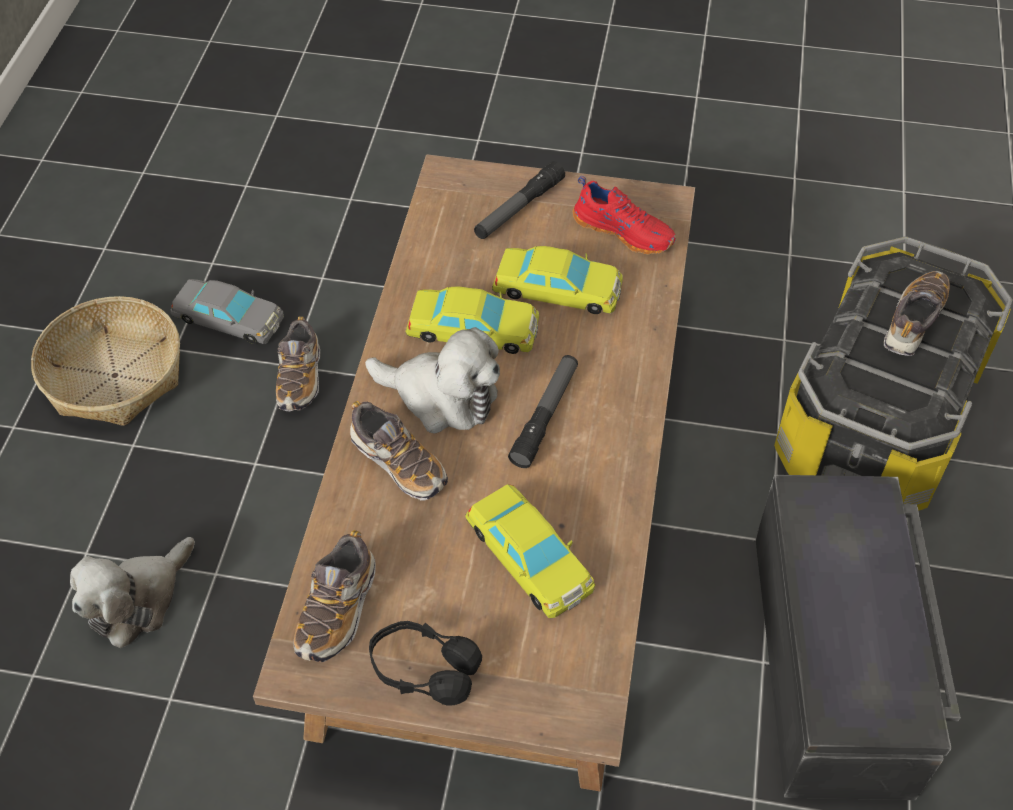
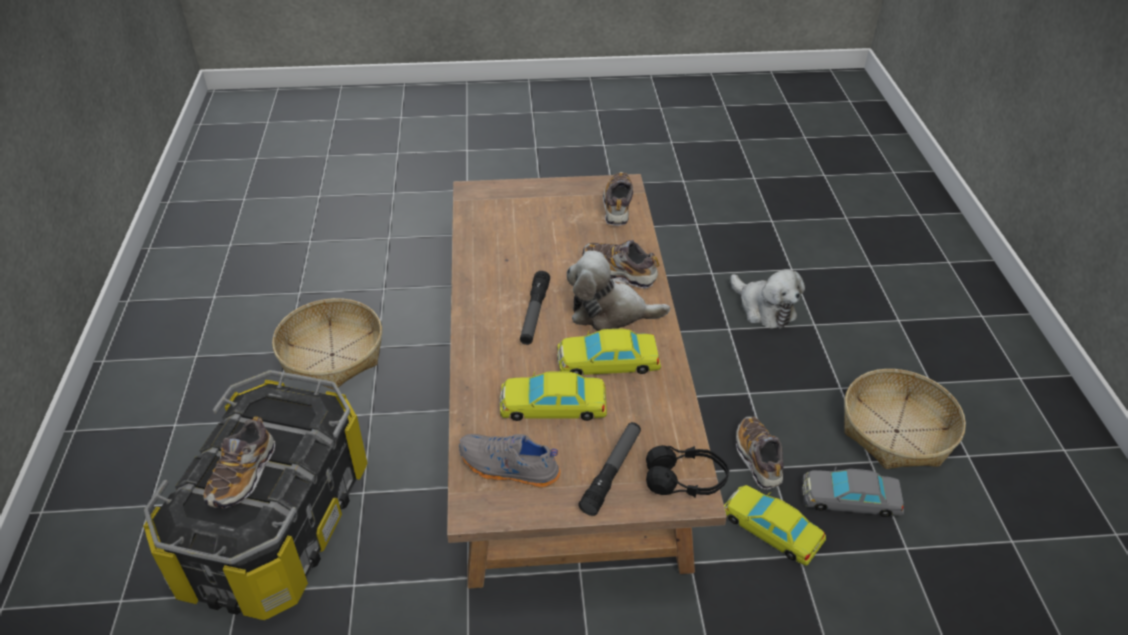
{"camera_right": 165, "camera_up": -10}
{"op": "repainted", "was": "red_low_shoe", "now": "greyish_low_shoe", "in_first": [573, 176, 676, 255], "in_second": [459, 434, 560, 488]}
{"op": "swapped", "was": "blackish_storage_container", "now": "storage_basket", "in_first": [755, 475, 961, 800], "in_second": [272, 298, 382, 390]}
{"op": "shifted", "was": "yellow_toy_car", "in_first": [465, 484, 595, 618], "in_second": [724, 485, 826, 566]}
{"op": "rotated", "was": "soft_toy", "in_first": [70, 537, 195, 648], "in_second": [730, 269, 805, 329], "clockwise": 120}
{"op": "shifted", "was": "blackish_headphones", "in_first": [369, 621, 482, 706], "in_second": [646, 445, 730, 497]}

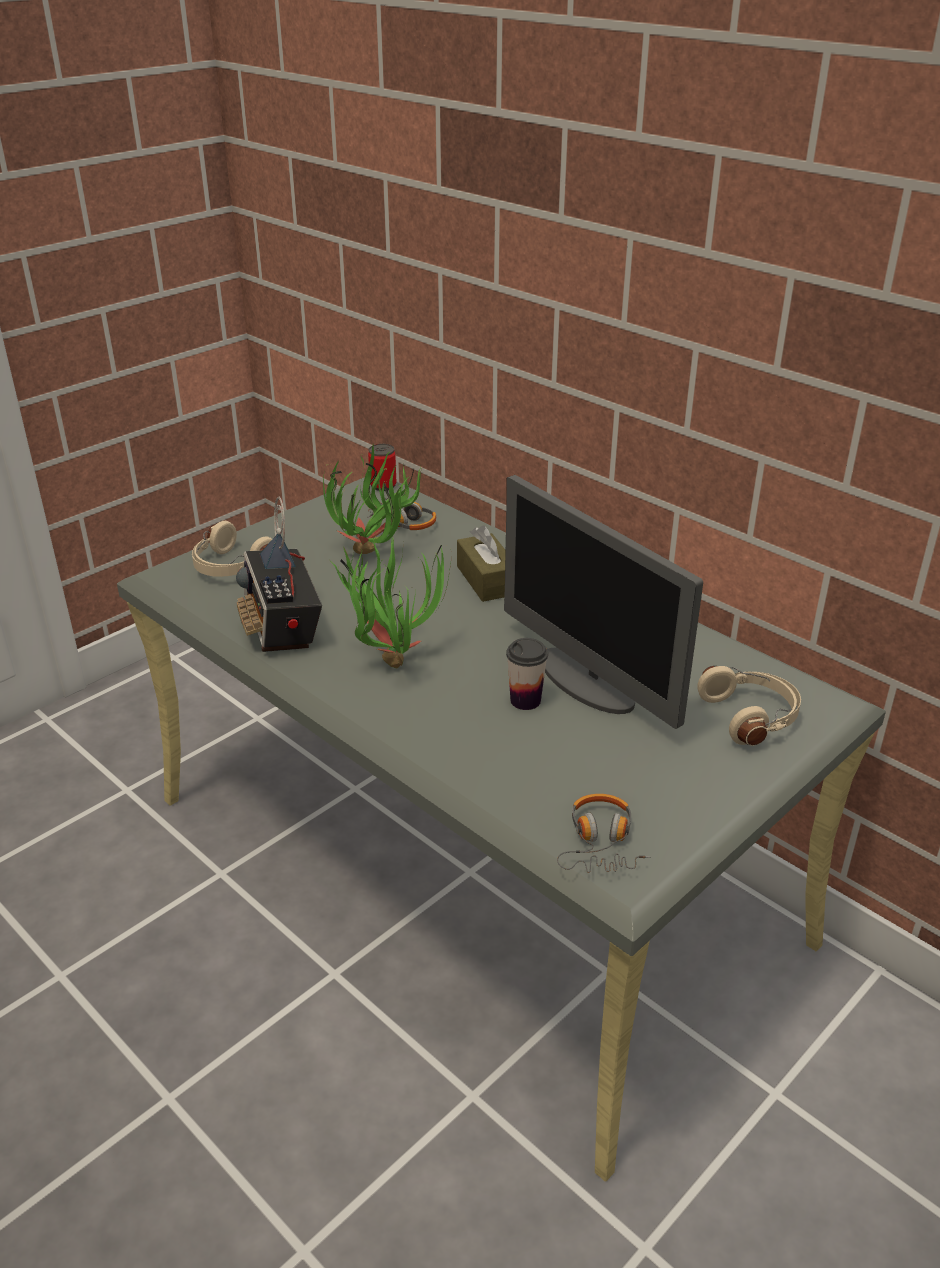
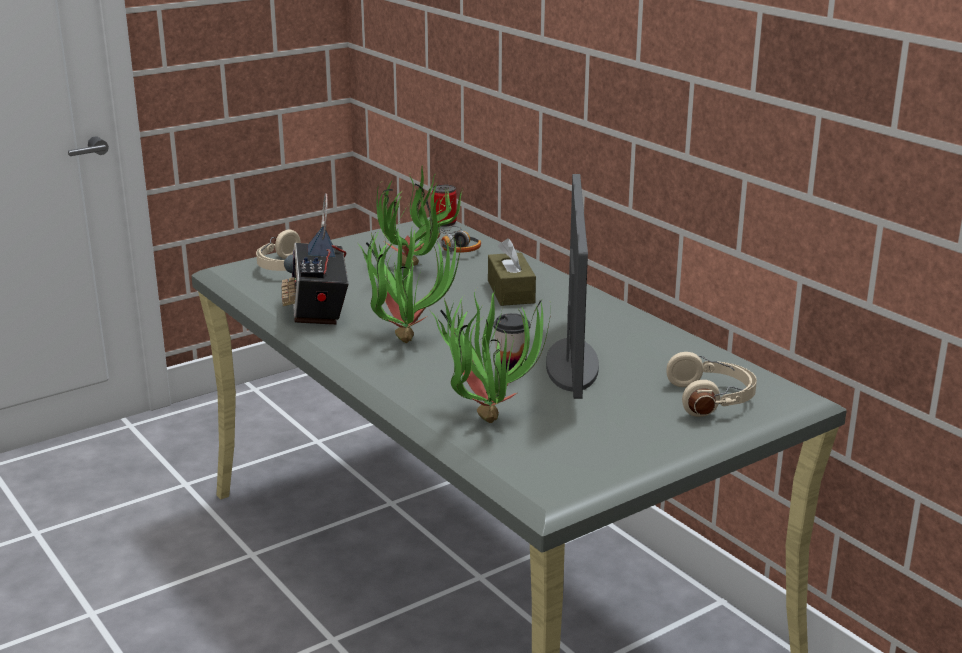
{"camera_right": 10, "camera_up": -10}
{"op": "rotated", "was": "computer_display", "in_first": [504, 475, 703, 729], "in_second": [546, 174, 599, 399], "clockwise": -150}
{"op": "gone", "was": "headphones", "in_first": [557, 794, 650, 873]}
{"op": "new", "now": "plant_in_a_pot", "in_second": [430, 288, 551, 423]}

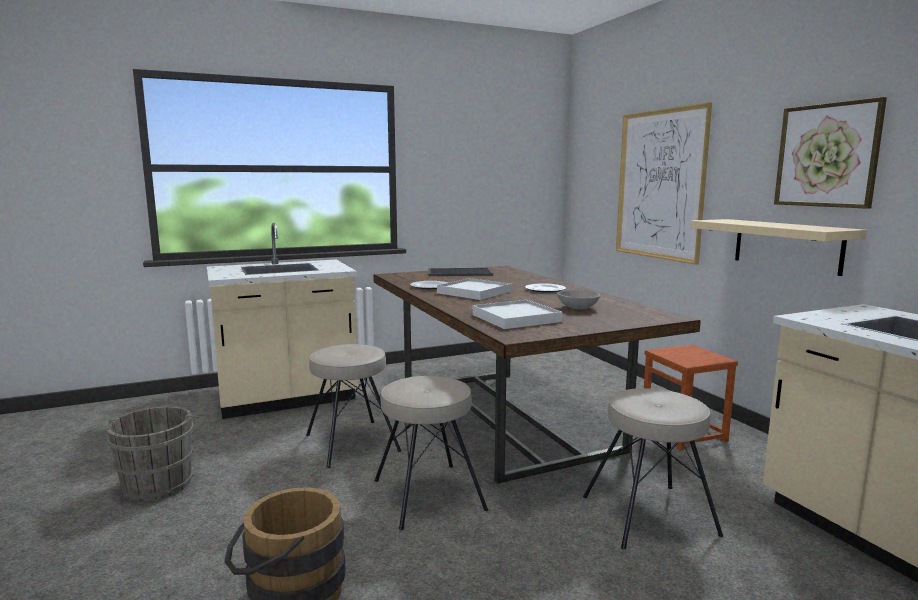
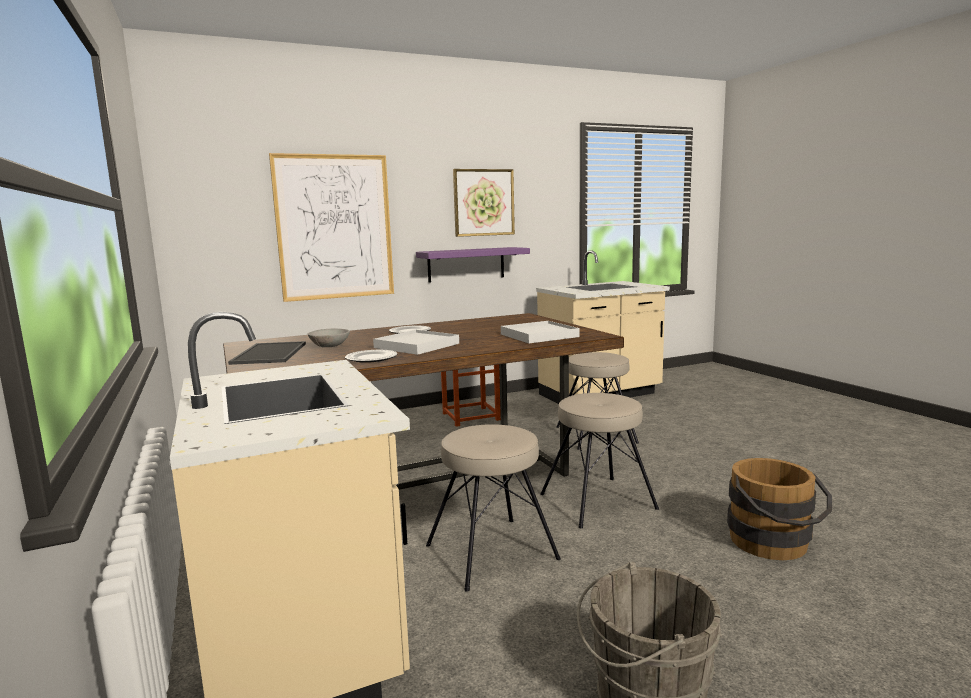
{"camera_right": -90, "camera_up": 0}
{"op": "repainted", "was": "beige_bracket_shelf", "now": "purplish_bracket_shelf", "in_first": [690, 219, 867, 276], "in_second": [416, 247, 530, 283]}
{"op": "shifted", "was": "greyish_serving_bowl", "in_first": [557, 290, 600, 310], "in_second": [308, 329, 350, 347]}

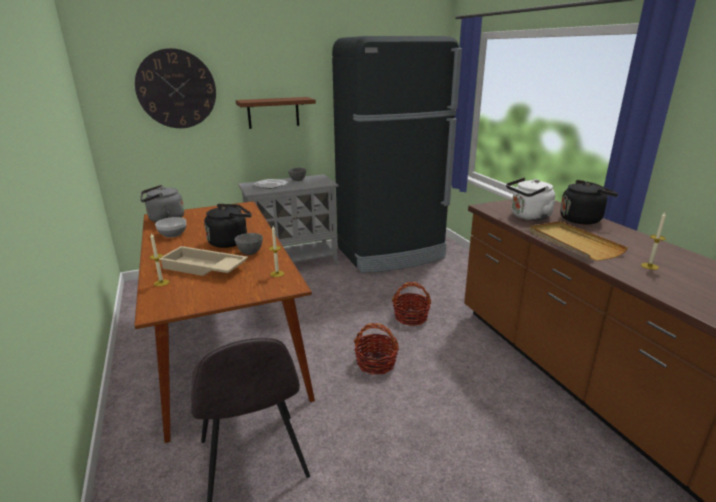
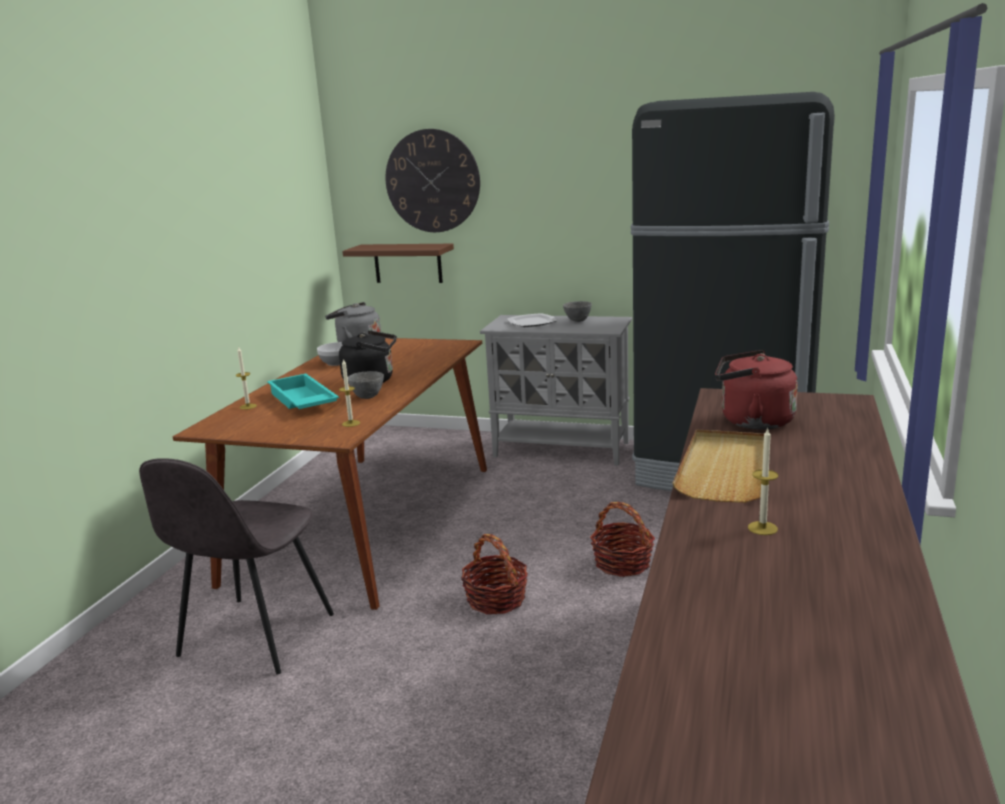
{"camera_right": 40, "camera_up": -5}
{"op": "shifted", "was": "brownish_bracket_shelf", "in_first": [236, 97, 316, 129], "in_second": [342, 244, 454, 283]}
{"op": "repainted", "was": "white-coloured_water_kettle", "now": "red_water_kettle", "in_first": [506, 177, 555, 221], "in_second": [715, 350, 798, 430]}
{"op": "gone", "was": "blackish_water_kettle", "in_first": [560, 180, 618, 224]}
{"op": "repainted", "was": "beige_carrying_tray", "now": "blue-green_carrying_tray", "in_first": [159, 246, 248, 276], "in_second": [267, 374, 339, 409]}

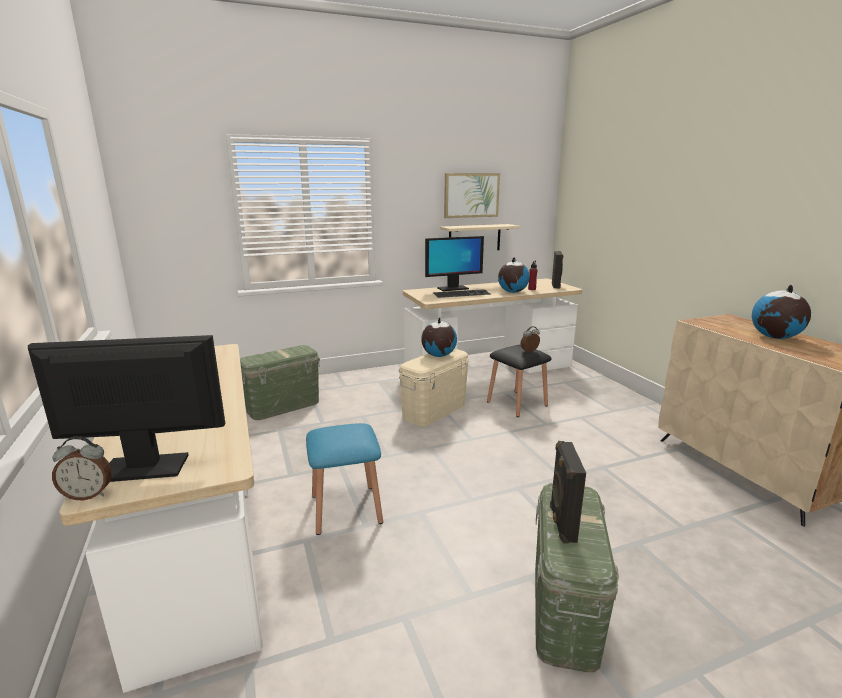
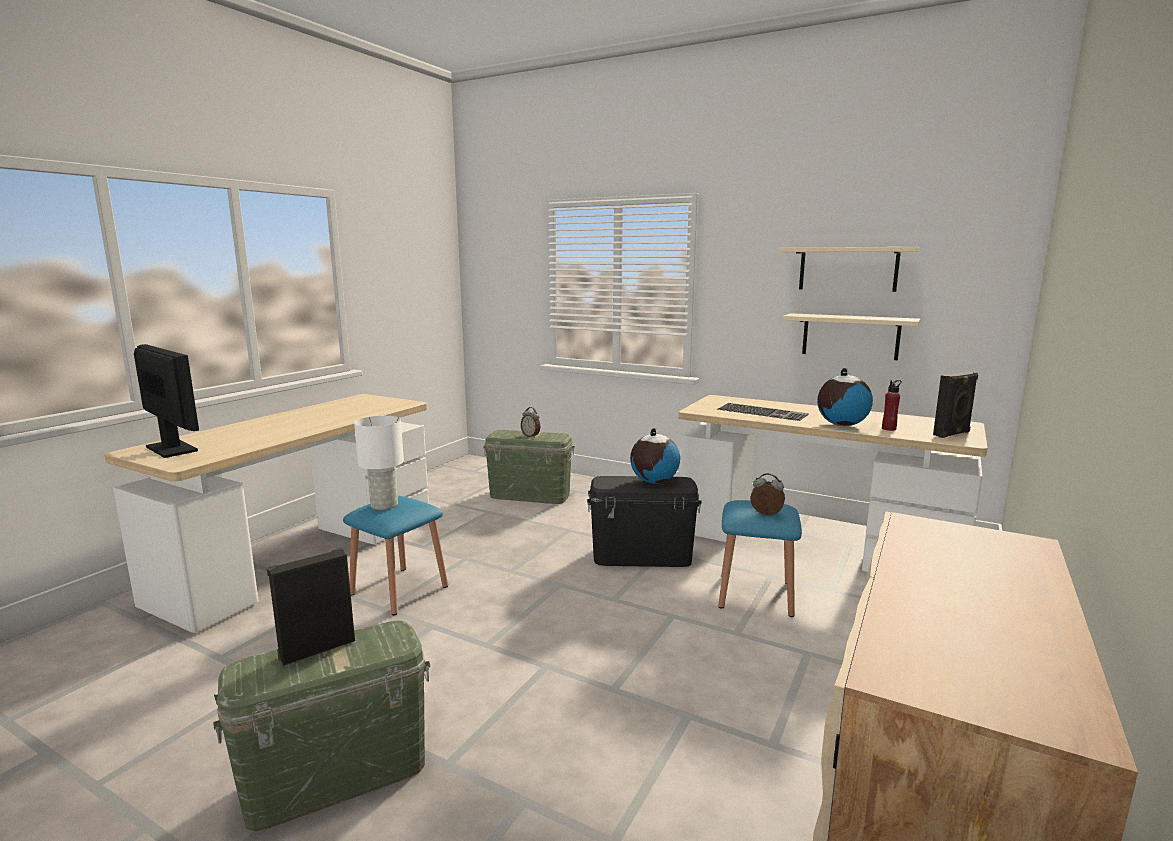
{"camera_right": 50, "camera_up": -5}
{"op": "swapped", "was": "wall_picture", "now": "beige_bracket_shelf", "in_first": [444, 173, 500, 218], "in_second": [779, 247, 919, 292]}
{"op": "gone", "was": "computer_display", "in_first": [425, 236, 484, 291]}
{"op": "gone", "was": "globe", "in_first": [752, 285, 811, 339]}
{"op": "repainted", "was": "blackish_stool_seat", "now": "bluish_stool_seat", "in_first": [487, 345, 552, 417], "in_second": [718, 500, 802, 617]}
{"op": "repainted", "was": "beige_storage_container", "now": "blackish_storage_container", "in_first": [399, 349, 469, 427], "in_second": [587, 476, 702, 567]}
{"op": "shifted", "was": "alarm_clock", "in_first": [52, 436, 112, 500], "in_second": [521, 407, 540, 438]}
{"op": "new", "now": "white-coloured_tabletop_lamp", "in_second": [354, 416, 404, 510]}

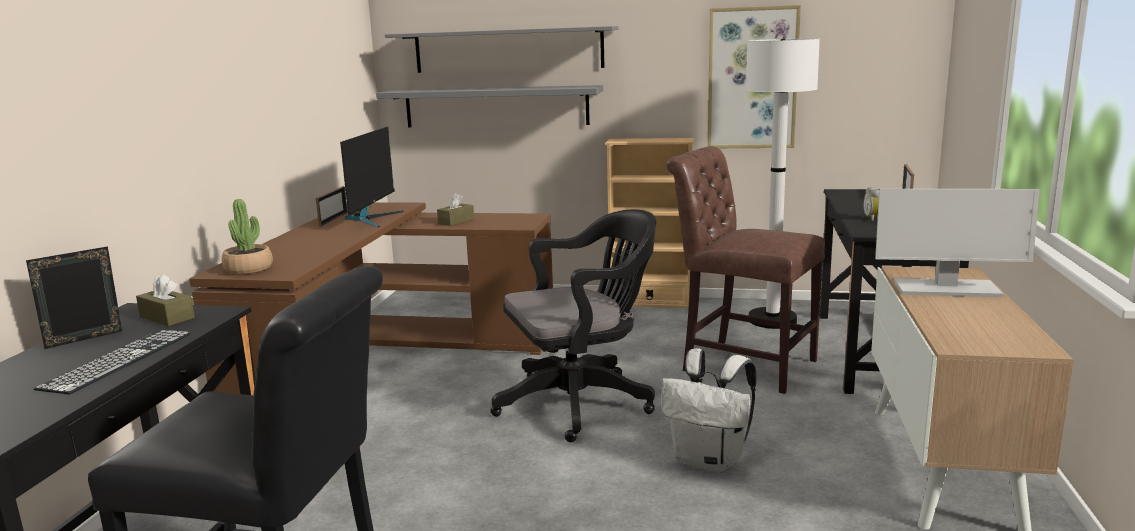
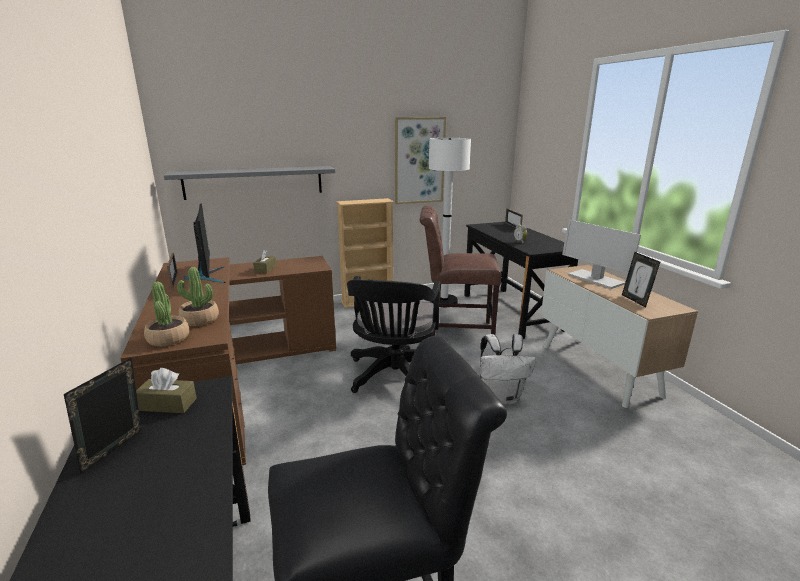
{"camera_right": -30, "camera_up": 5}
{"op": "gone", "was": "greyish_bracket_shelf", "in_first": [385, 26, 619, 73]}
{"op": "rotated", "was": "computer_display", "in_first": [875, 189, 1040, 297], "in_second": [562, 220, 641, 289], "clockwise": 75}
{"op": "rotated", "was": "blackish_computer_chair", "in_first": [490, 209, 656, 442], "in_second": [347, 276, 440, 393], "clockwise": 150}
{"op": "gone", "was": "computer_keyboard", "in_first": [34, 330, 191, 394]}
{"op": "new", "now": "standing_frame", "in_second": [622, 252, 660, 308]}
{"op": "new", "now": "plant_in_a_pot", "in_second": [177, 267, 219, 326]}

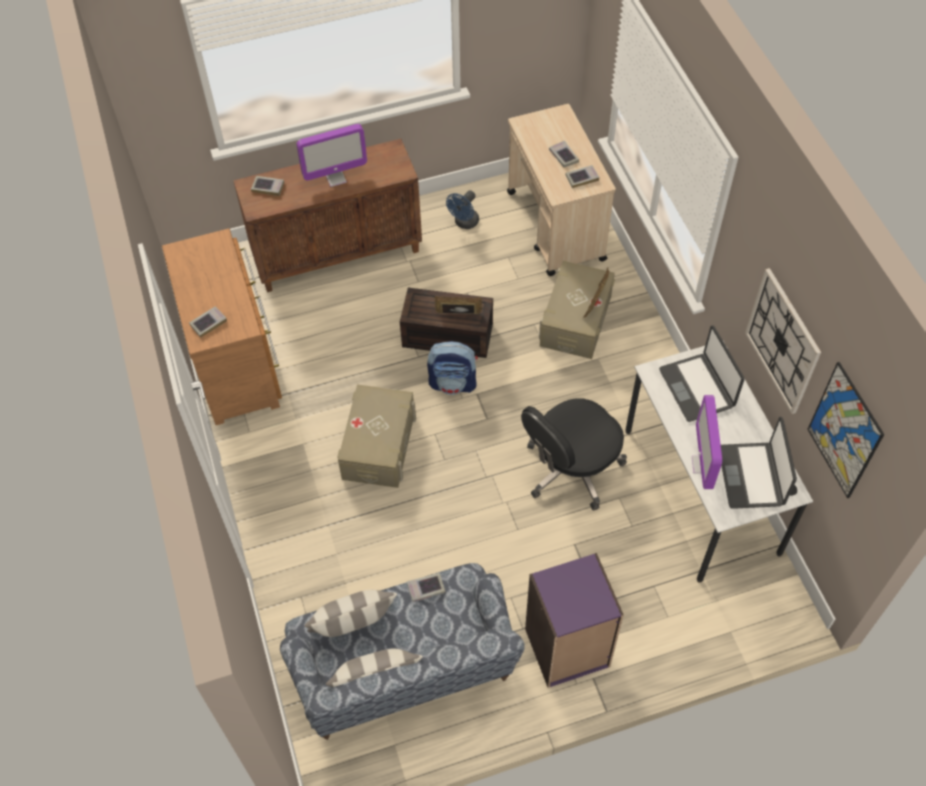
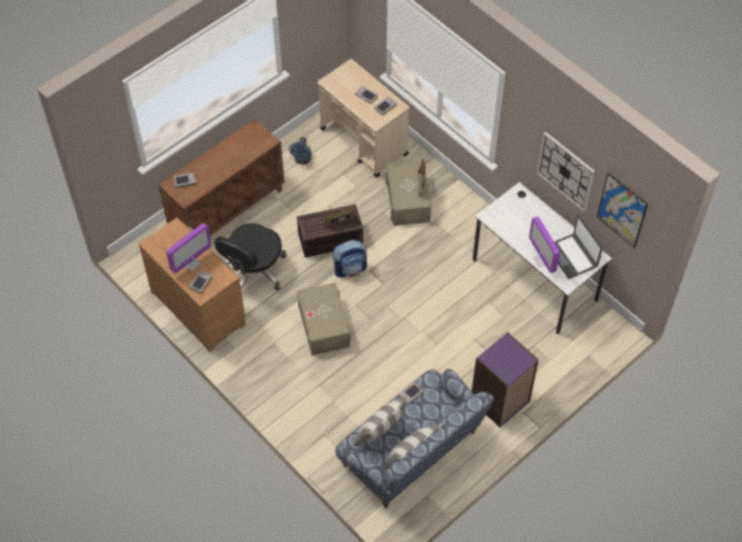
{"camera_right": -25, "camera_up": 0}
{"op": "shifted", "was": "computer_display", "in_first": [296, 124, 367, 187], "in_second": [166, 223, 211, 273]}
{"op": "gone", "was": "laptop", "in_first": [659, 325, 744, 422]}
{"op": "shifted", "was": "blackish_computer_chair", "in_first": [521, 398, 627, 510], "in_second": [214, 223, 287, 291]}

